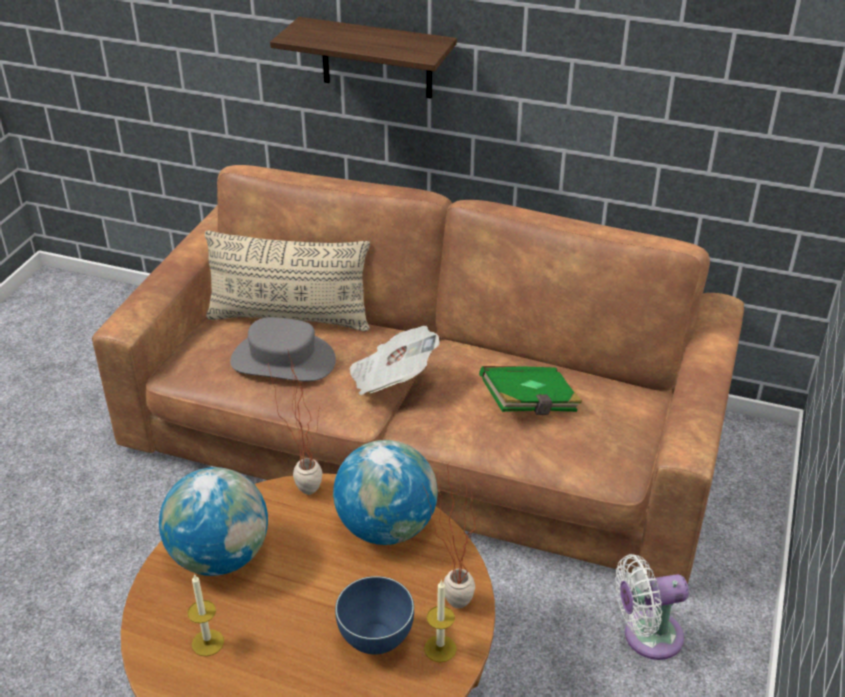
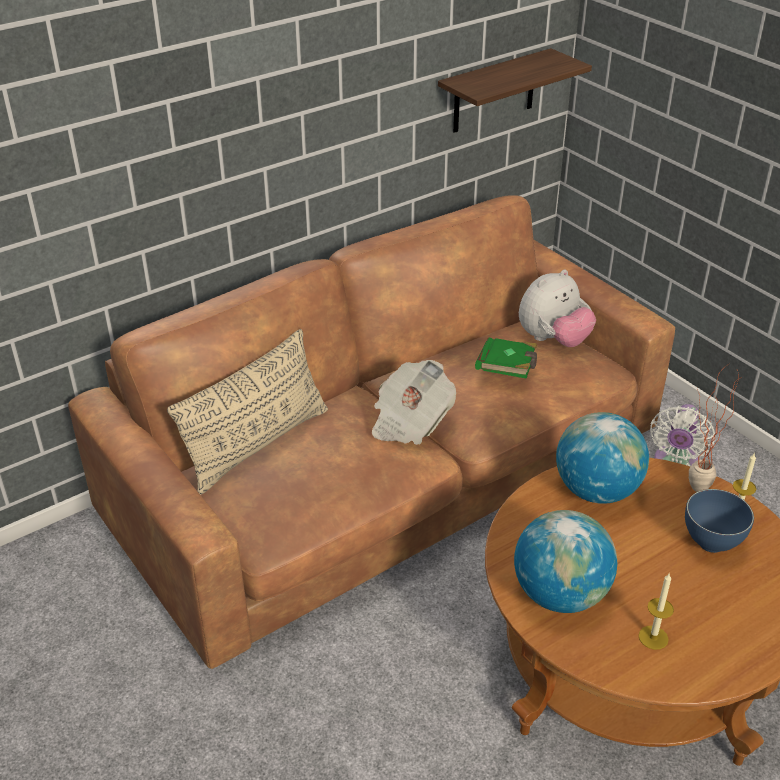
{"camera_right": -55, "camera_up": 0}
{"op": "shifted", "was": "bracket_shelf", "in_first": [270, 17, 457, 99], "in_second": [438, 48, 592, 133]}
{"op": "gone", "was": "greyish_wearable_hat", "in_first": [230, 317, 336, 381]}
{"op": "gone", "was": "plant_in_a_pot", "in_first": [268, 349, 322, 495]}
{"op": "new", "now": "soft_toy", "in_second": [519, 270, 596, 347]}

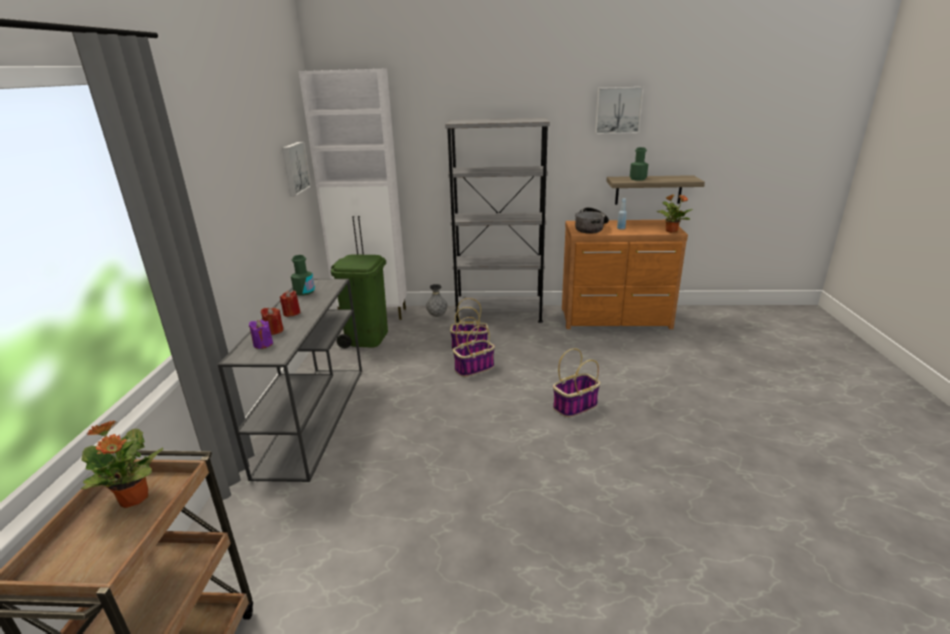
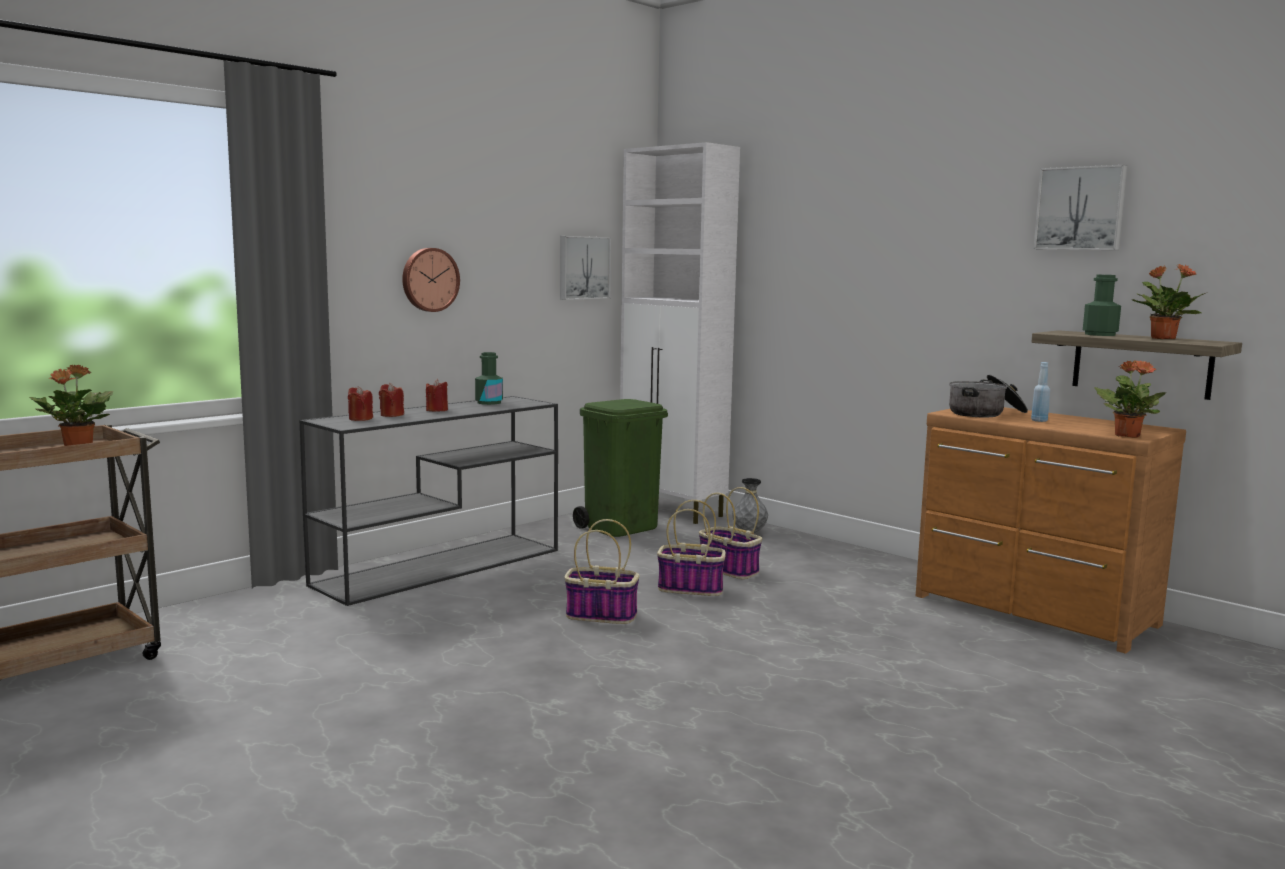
{"camera_right": 40, "camera_up": -15}
{"op": "gone", "was": "greyish_bookshelf", "in_first": [445, 118, 550, 323]}
{"op": "repainted", "was": "purplish_wax_candle", "now": "red_wax_candle", "in_first": [249, 320, 273, 349], "in_second": [348, 386, 373, 421]}
{"op": "shifted", "was": "storage_basket", "in_first": [553, 348, 600, 417], "in_second": [564, 519, 640, 624]}
{"op": "new", "now": "hanging_clock", "in_second": [402, 248, 460, 312]}
{"op": "new", "now": "plant_in_a_pot", "in_second": [1132, 264, 1205, 339]}

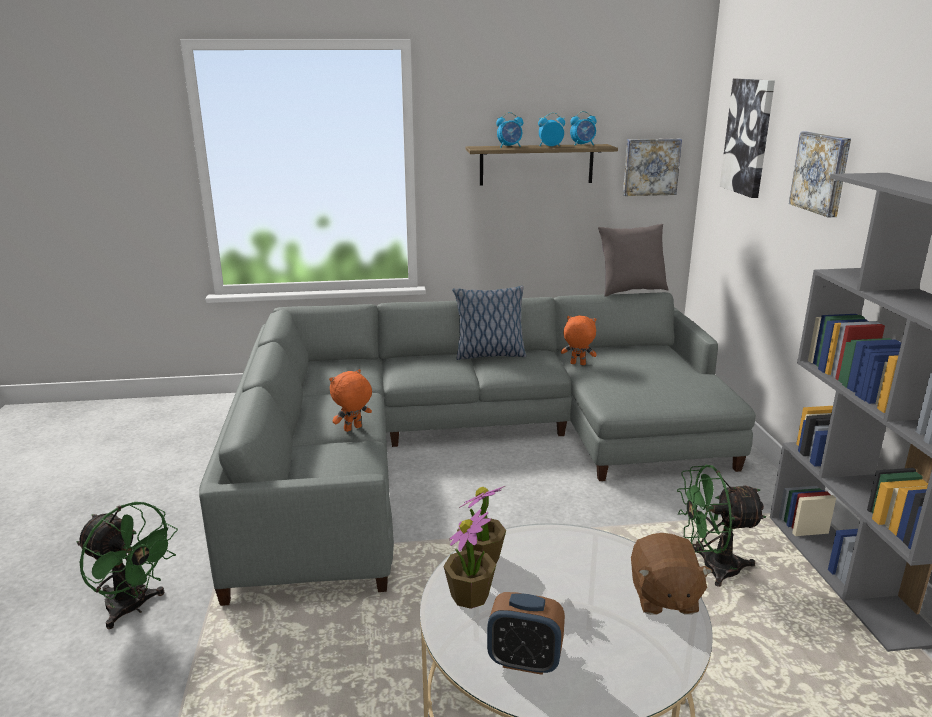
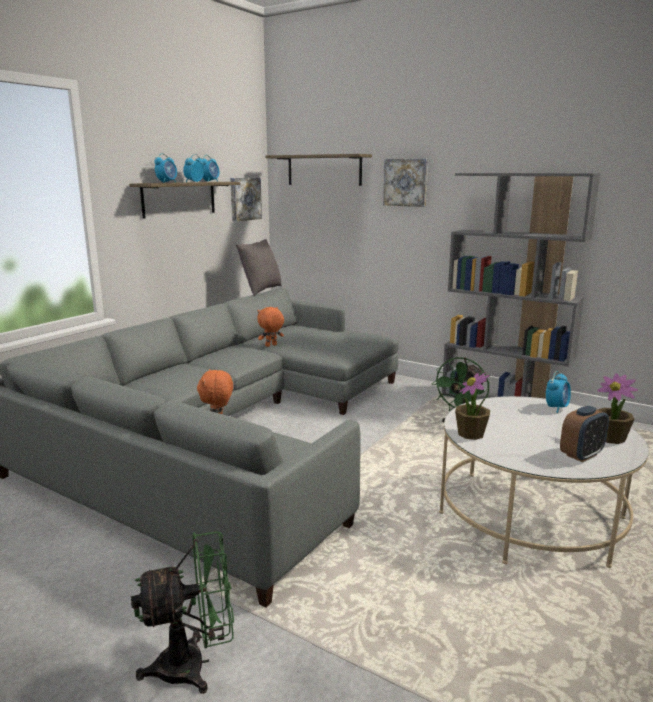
{"camera_right": -50, "camera_up": -5}
{"op": "swapped", "was": "wall_picture", "now": "bracket_shelf", "in_first": [720, 79, 775, 198], "in_second": [265, 154, 372, 186]}
{"op": "gone", "was": "cushion", "in_first": [452, 286, 526, 360]}
{"op": "shifted", "was": "plant_in_a_pot", "in_first": [443, 509, 496, 609], "in_second": [598, 373, 638, 444]}
{"op": "swapped", "was": "brownish_soft_toy", "now": "alarm_clock", "in_first": [631, 533, 713, 615], "in_second": [546, 371, 571, 413]}

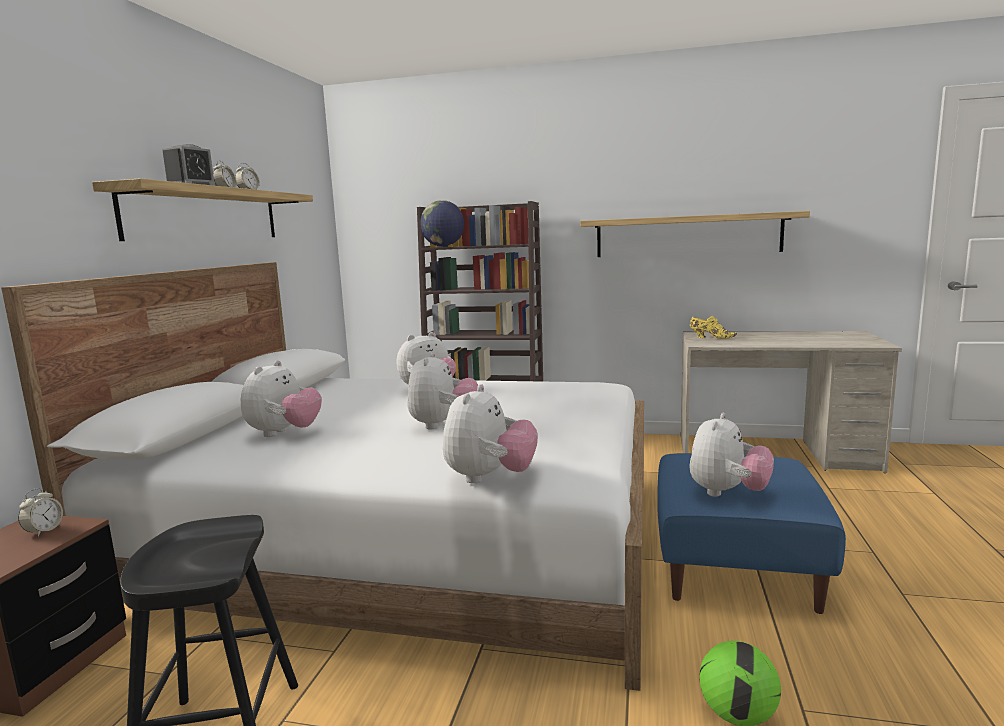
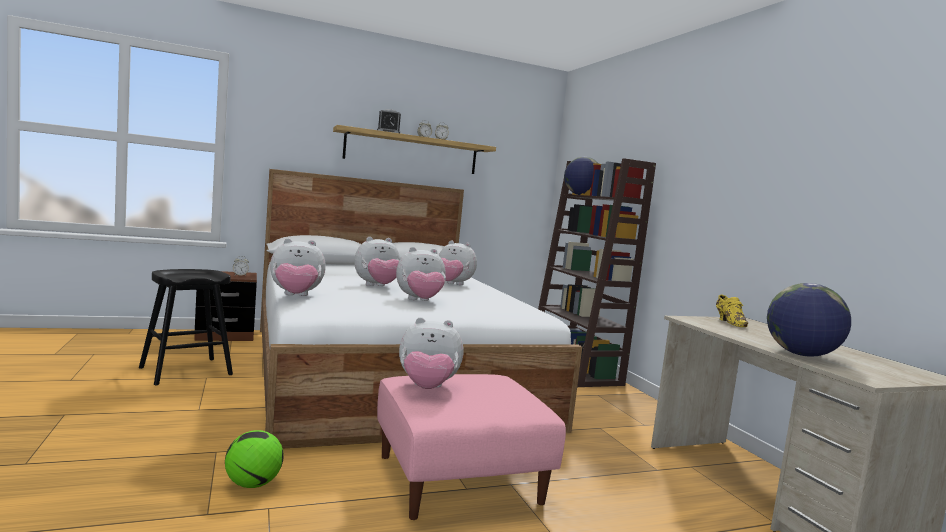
{"camera_right": 55, "camera_up": -5}
{"op": "gone", "was": "bracket_shelf", "in_first": [580, 211, 810, 257]}
{"op": "shifted", "was": "soft_toy", "in_first": [241, 360, 322, 437], "in_second": [396, 247, 446, 301]}
{"op": "repainted", "was": "bluish_ottoman", "now": "pink_ottoman", "in_first": [657, 453, 846, 614], "in_second": [377, 374, 566, 520]}
{"op": "new", "now": "globe", "in_second": [767, 283, 851, 357]}

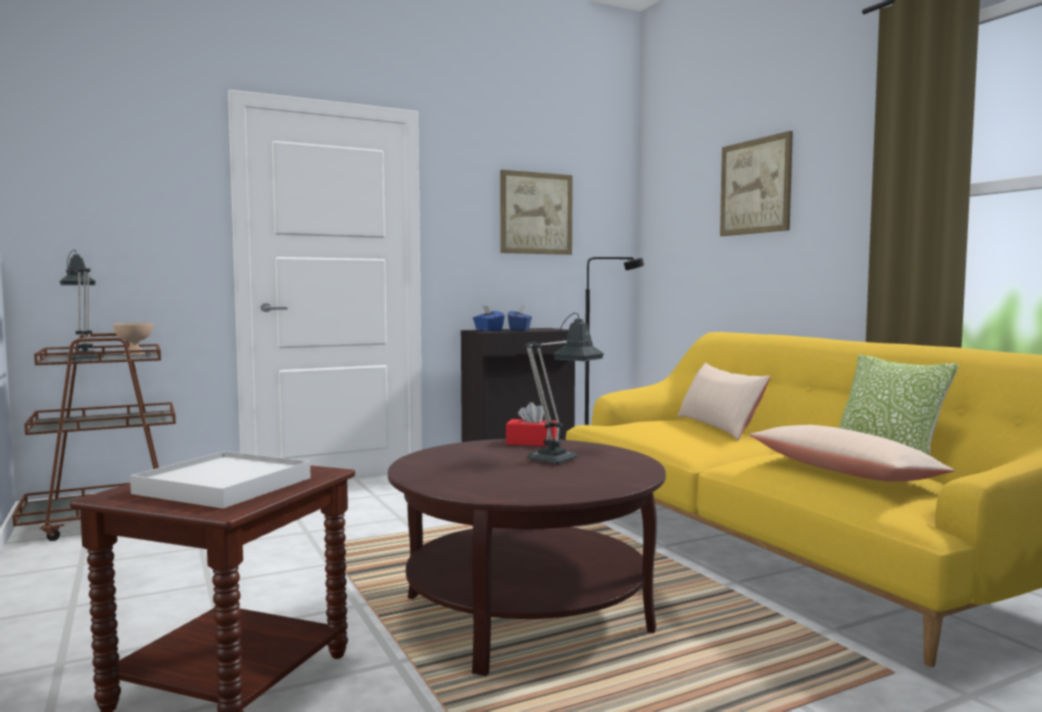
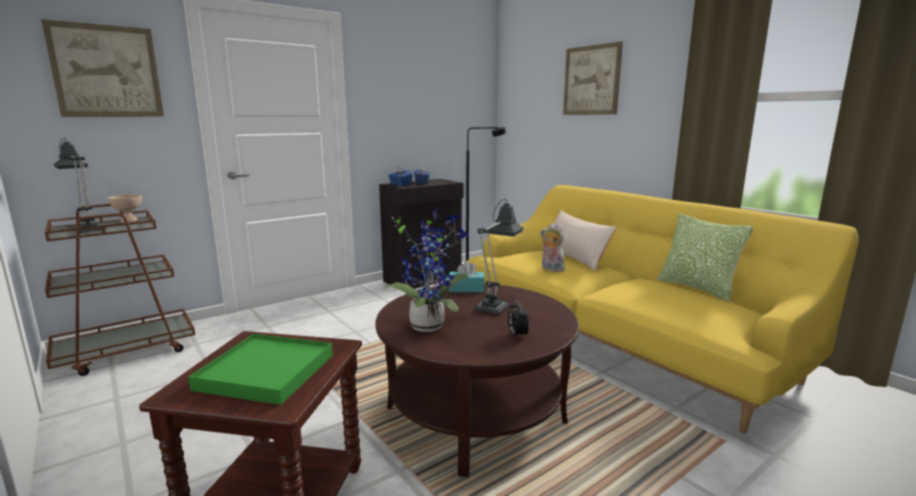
{"camera_right": -10, "camera_up": 10}
{"op": "shifted", "was": "wall_picture", "in_first": [500, 170, 573, 255], "in_second": [41, 19, 164, 117]}
{"op": "repainted", "was": "red_tissue_box", "now": "blue-green_tissue_box", "in_first": [506, 402, 557, 446], "in_second": [449, 261, 485, 292]}
{"op": "gone", "was": "beige_cushion", "in_first": [749, 425, 954, 482]}
{"op": "repainted", "was": "white-coloured_carrying_tray", "now": "green_carrying_tray", "in_first": [130, 451, 311, 509], "in_second": [188, 334, 333, 405]}
{"op": "new", "now": "plant_in_a_pot", "in_second": [383, 207, 469, 332]}
{"op": "new", "now": "soft_toy", "in_second": [541, 223, 566, 272]}
{"op": "new", "now": "alarm_clock", "in_second": [508, 300, 529, 338]}

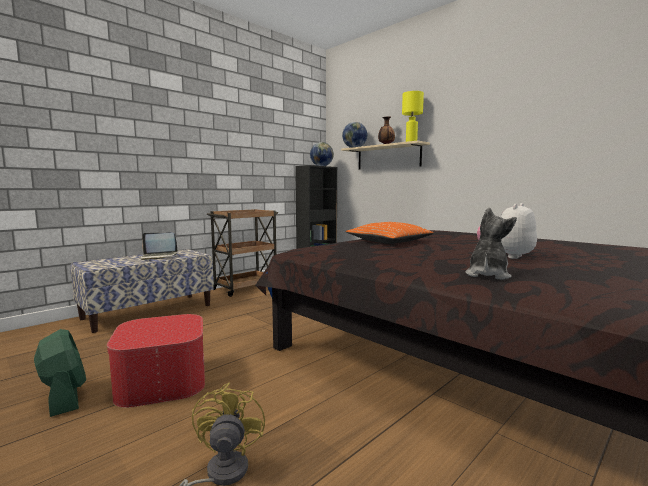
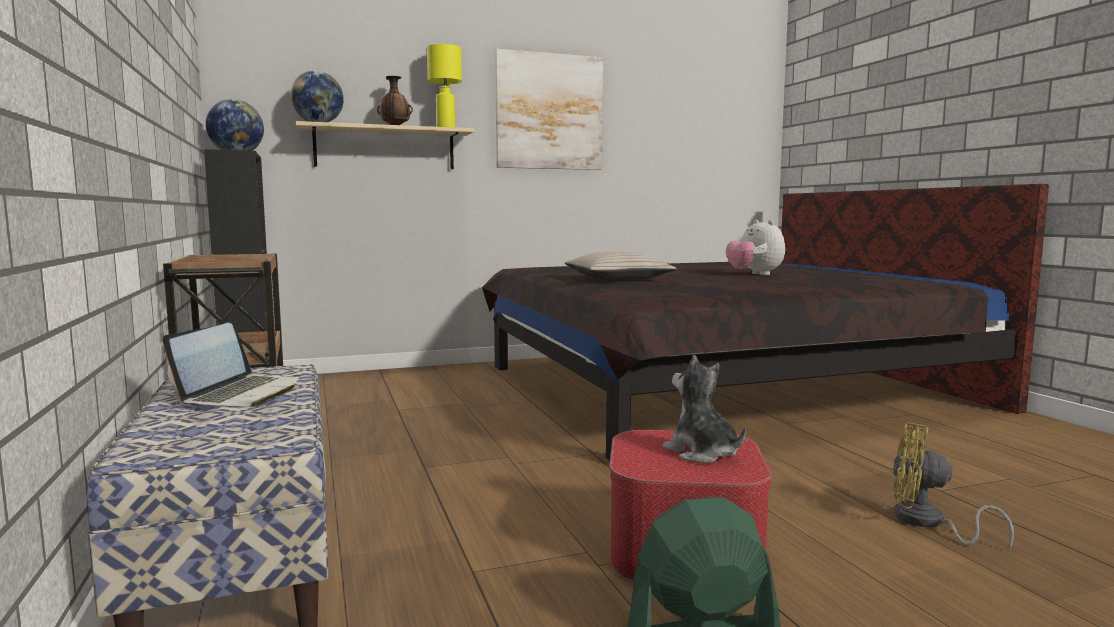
{"camera_right": -65, "camera_up": 0}
{"op": "shifted", "was": "soft_toy", "in_first": [466, 207, 517, 280], "in_second": [663, 355, 746, 463]}
{"op": "repainted", "was": "orange-coloured_cushion", "now": "beige_cushion", "in_first": [346, 222, 434, 244], "in_second": [565, 252, 677, 281]}
{"op": "new", "now": "wall_picture", "in_second": [495, 49, 603, 170]}

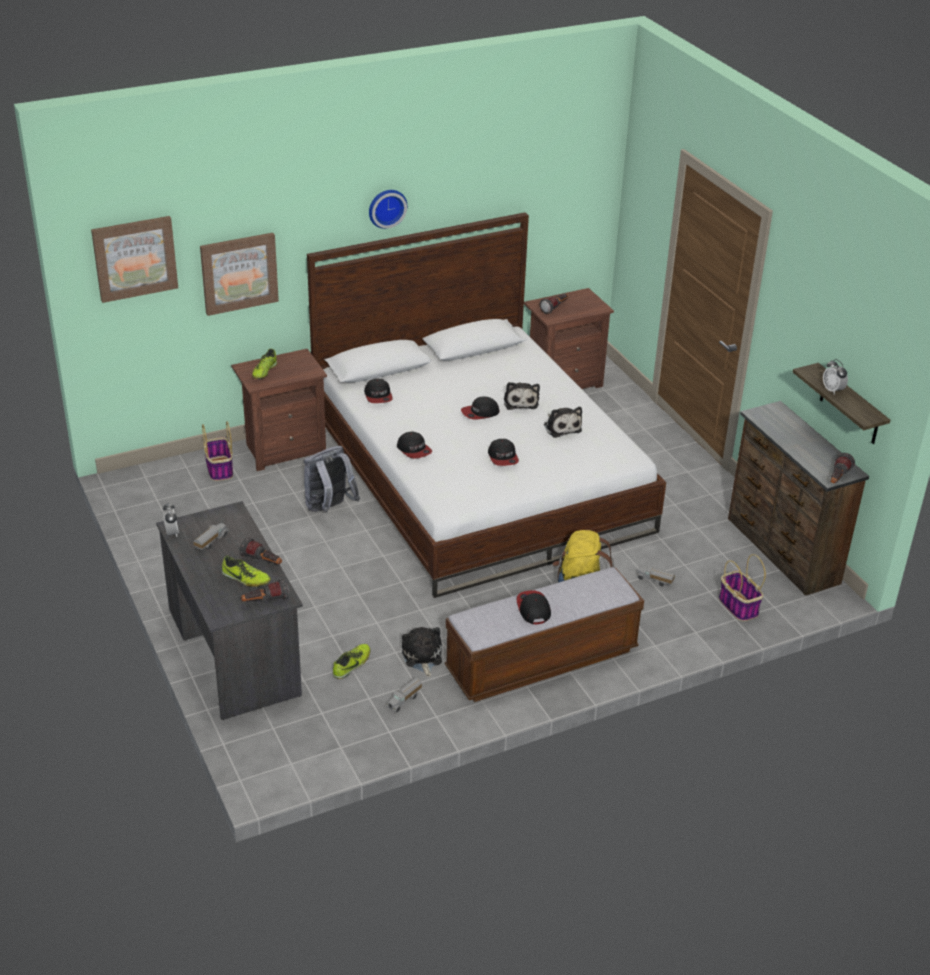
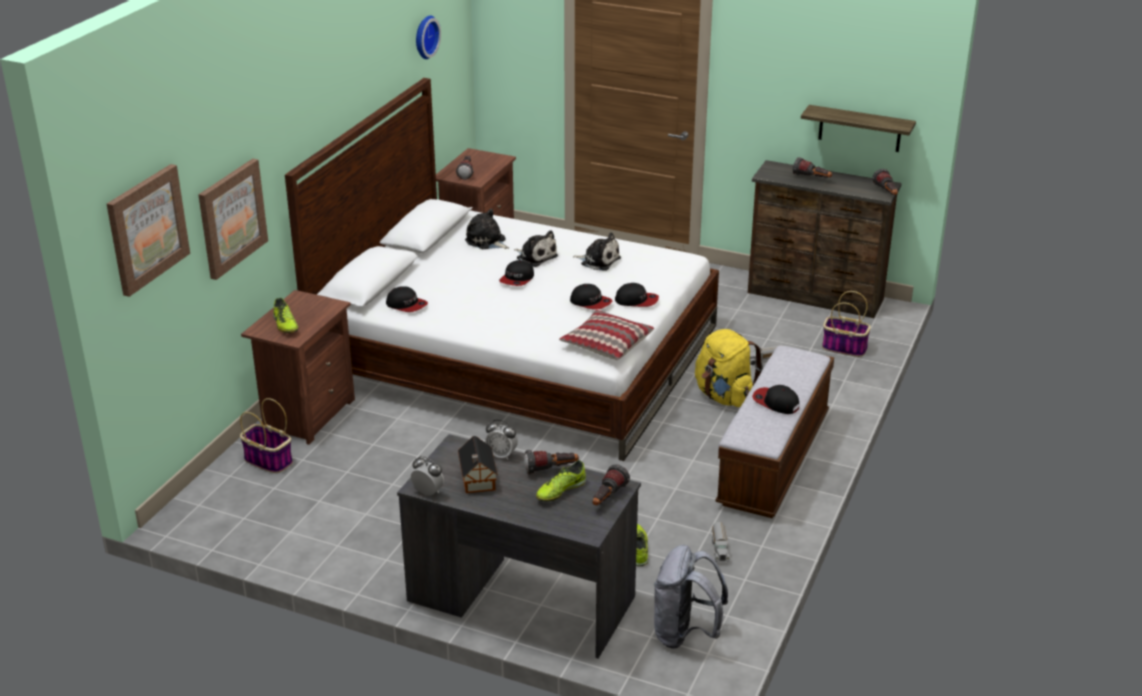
{"camera_right": -40, "camera_up": -5}
{"op": "shifted", "was": "hanging_clock", "in_first": [369, 190, 407, 229], "in_second": [416, 16, 441, 59]}
{"op": "shifted", "was": "alarm_clock", "in_first": [823, 359, 848, 395], "in_second": [485, 420, 518, 460]}
{"op": "shifted", "was": "baseball_cap", "in_first": [397, 431, 432, 459], "in_second": [615, 283, 659, 307]}
{"op": "shifted", "was": "greyish_backpack", "in_first": [304, 446, 360, 513], "in_second": [654, 545, 728, 649]}
{"op": "swapped", "was": "model_truck", "now": "toy_house", "in_first": [193, 523, 229, 550], "in_second": [458, 436, 498, 493]}
{"op": "rotated", "was": "low_shoe", "in_first": [222, 556, 271, 587], "in_second": [536, 460, 586, 502], "clockwise": 150}
{"op": "shifted", "was": "soft_toy", "in_first": [402, 627, 442, 677], "in_second": [465, 209, 509, 249]}
{"op": "new", "now": "hand_torch", "in_second": [793, 157, 832, 178]}
{"op": "new", "now": "cushion", "in_second": [559, 310, 654, 360]}

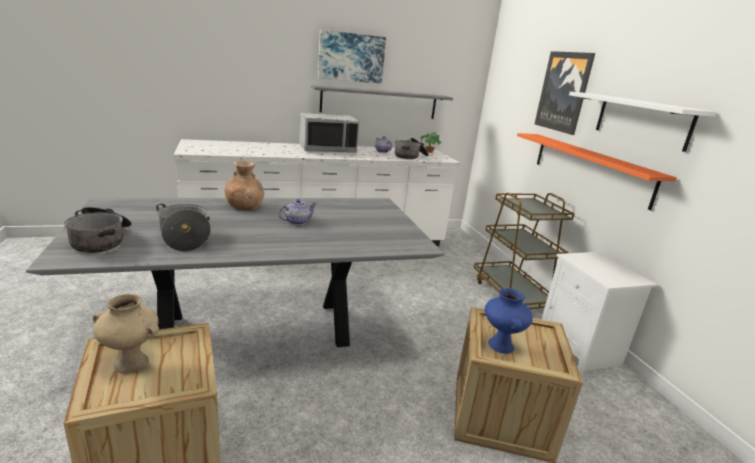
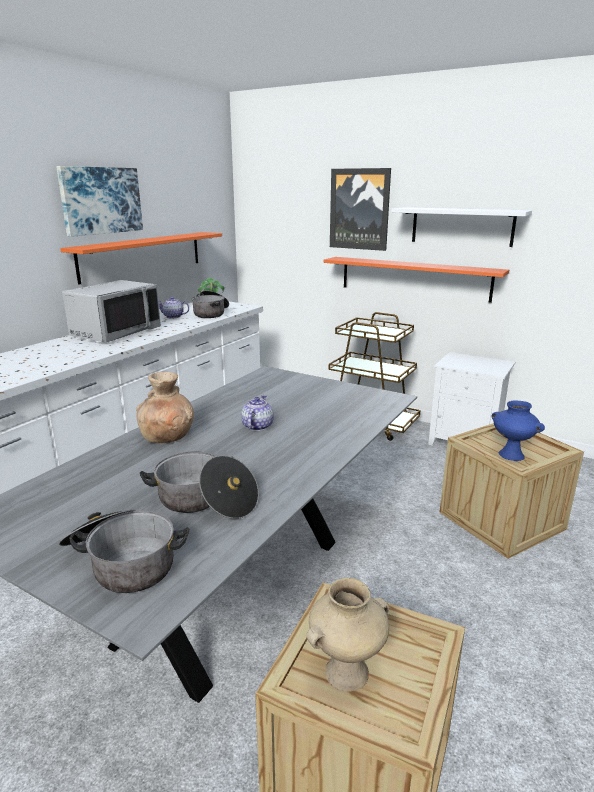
{"camera_right": -40, "camera_up": 0}
{"op": "repainted", "was": "greyish_bracket_shelf", "now": "orange-coloured_bracket_shelf", "in_first": [311, 85, 453, 119], "in_second": [60, 232, 222, 285]}

